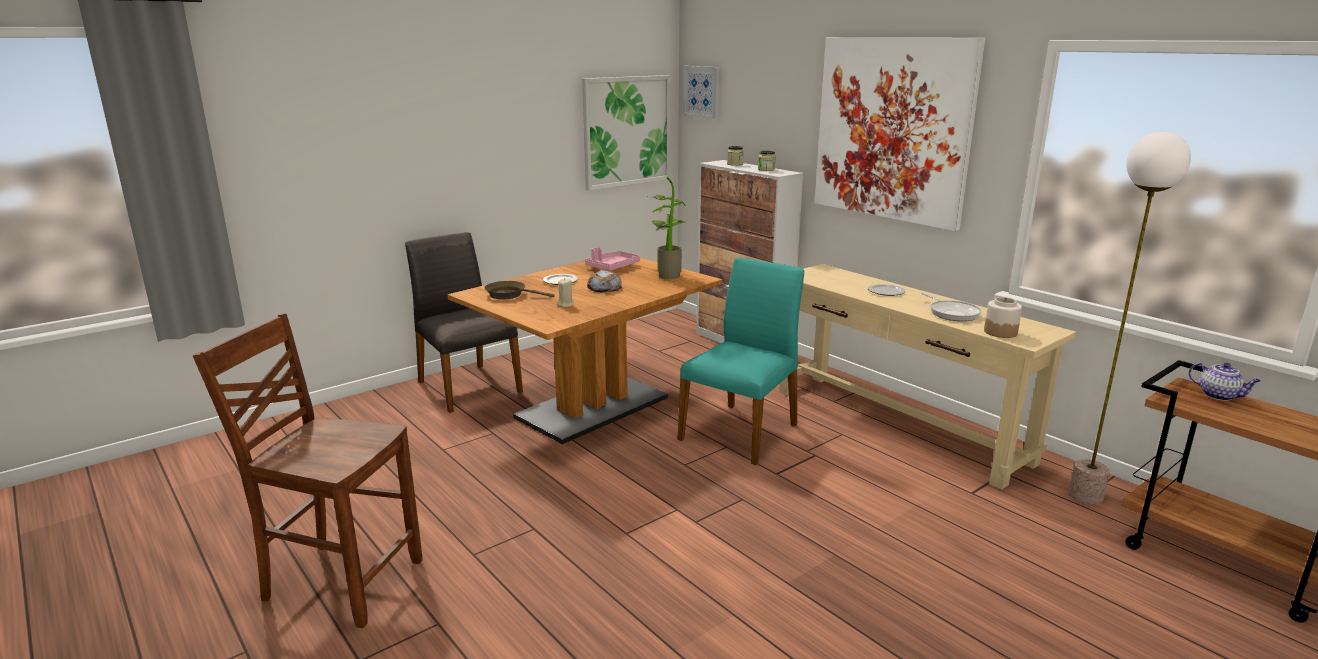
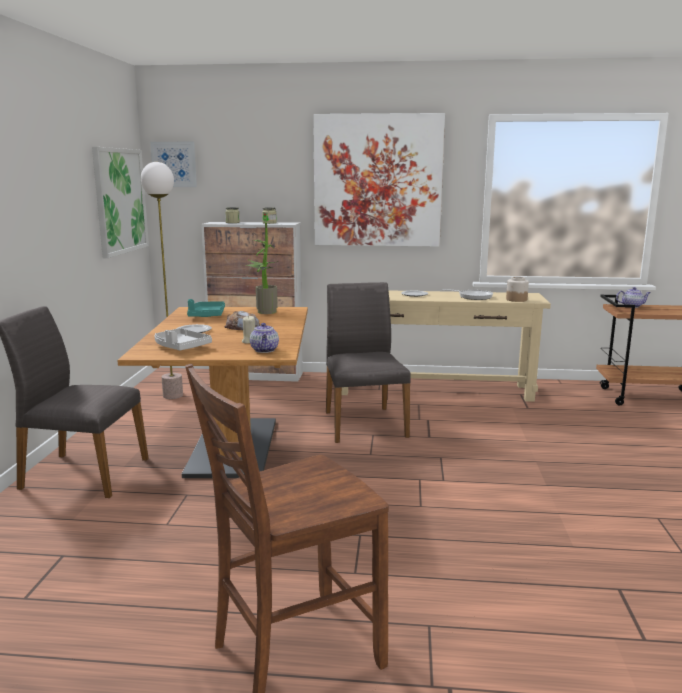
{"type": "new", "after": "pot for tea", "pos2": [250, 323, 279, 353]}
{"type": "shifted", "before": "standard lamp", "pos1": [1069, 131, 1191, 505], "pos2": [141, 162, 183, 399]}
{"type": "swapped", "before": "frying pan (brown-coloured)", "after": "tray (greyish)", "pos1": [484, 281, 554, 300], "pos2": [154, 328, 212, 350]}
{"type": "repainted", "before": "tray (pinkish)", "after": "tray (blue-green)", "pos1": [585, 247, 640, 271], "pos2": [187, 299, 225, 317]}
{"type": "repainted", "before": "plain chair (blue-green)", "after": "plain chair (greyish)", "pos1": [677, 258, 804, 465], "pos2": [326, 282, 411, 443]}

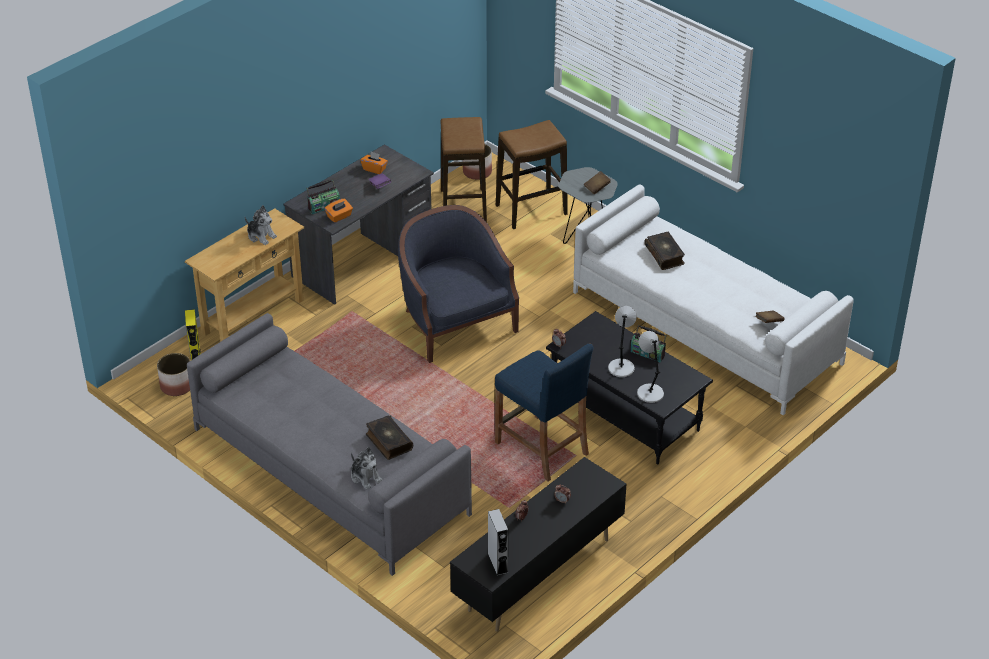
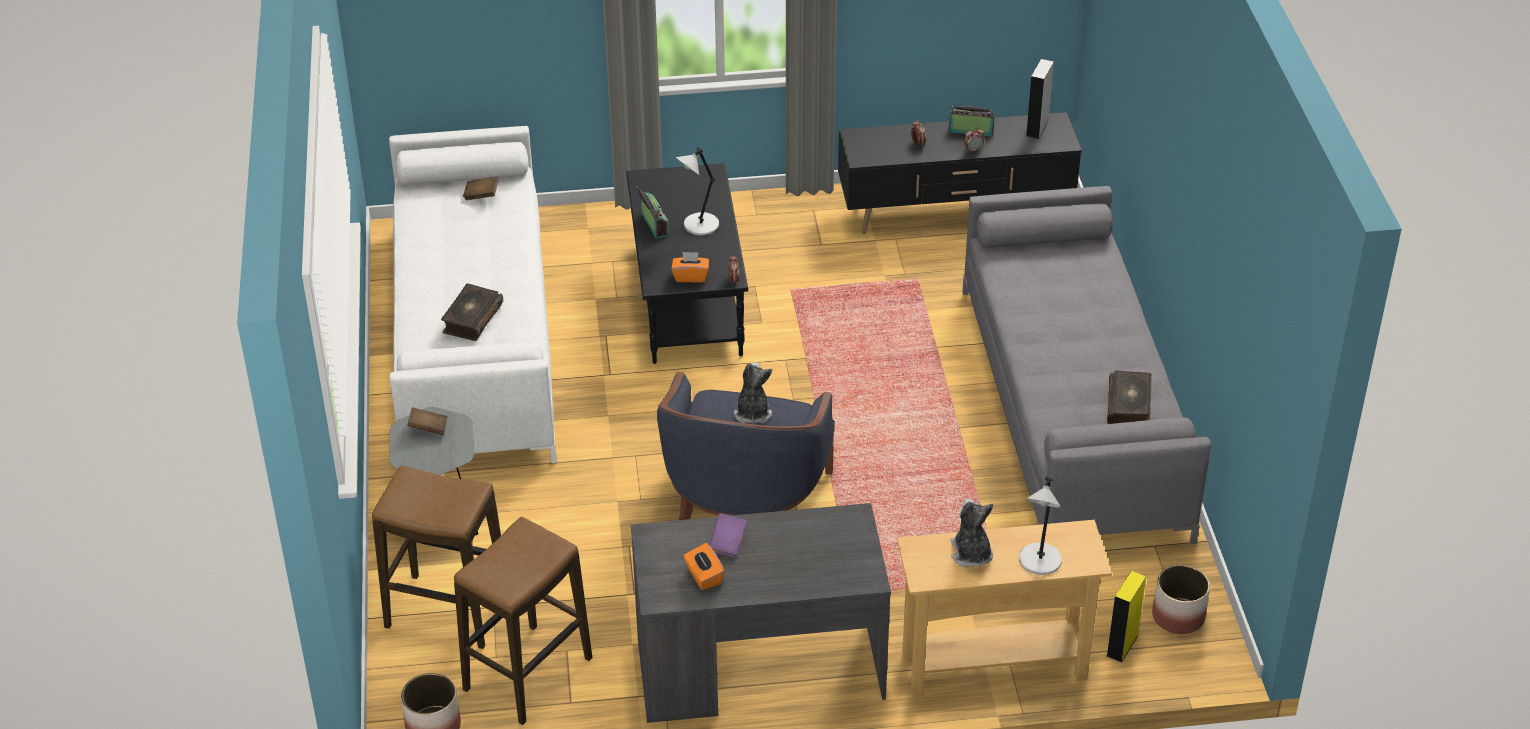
{"type": "gone", "before": "sitting stool (blue-coloured)", "pos1": [495, 343, 594, 481]}
{"type": "shifted", "before": "radio", "pos1": [306, 179, 340, 214], "pos2": [949, 106, 995, 136]}
{"type": "shifted", "before": "tissue box (orange-coloured)", "pos1": [325, 199, 353, 223], "pos2": [671, 252, 709, 283]}
{"type": "shifted", "before": "plush toy", "pos1": [351, 447, 382, 490], "pos2": [734, 362, 772, 424]}
{"type": "shifted", "before": "volume", "pos1": [366, 415, 413, 460], "pos2": [1107, 370, 1152, 424]}
{"type": "shifted", "before": "table lamp (greyish)", "pos1": [637, 331, 664, 403], "pos2": [1019, 476, 1062, 575]}

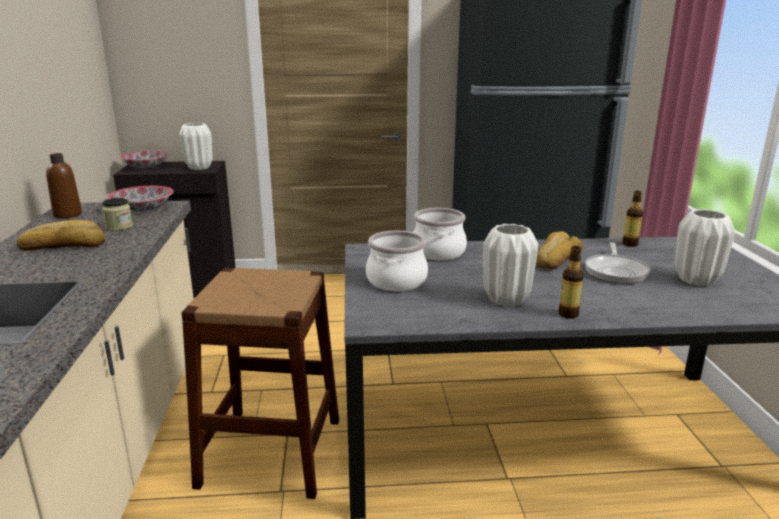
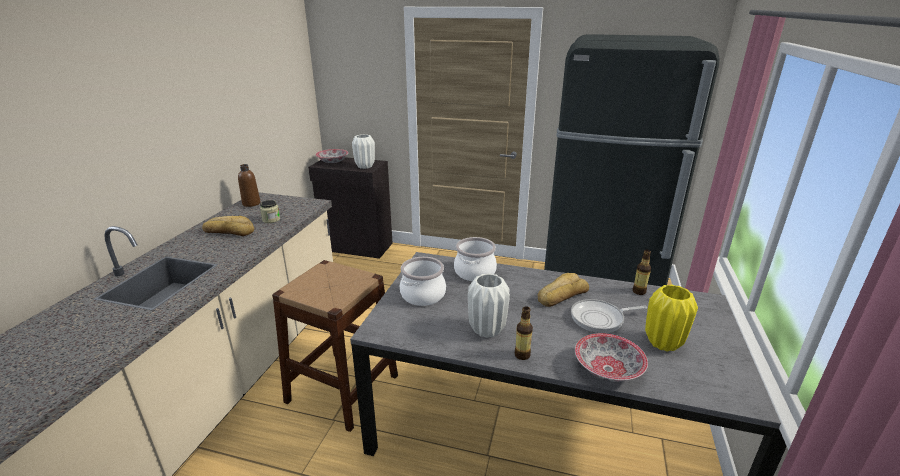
{"type": "shifted", "before": "serving bowl", "pos1": [107, 186, 173, 212], "pos2": [575, 333, 648, 382]}
{"type": "repainted", "before": "vase (whitish)", "after": "vase (yellowish)", "pos1": [675, 209, 735, 286], "pos2": [645, 285, 698, 352]}
{"type": "rotated", "before": "frying pan", "pos1": [585, 242, 650, 284], "pos2": [571, 299, 647, 333], "turn": 45}

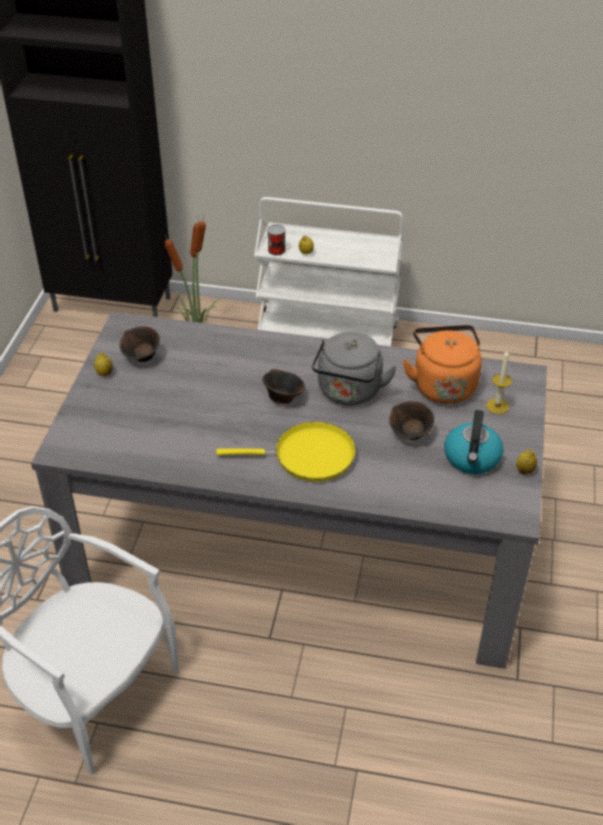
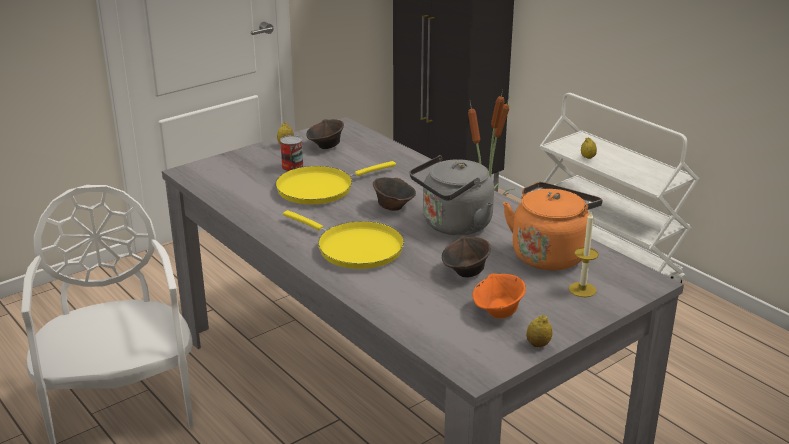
{"type": "new", "after": "frying pan (yellowish)", "pos2": [275, 161, 396, 204]}
{"type": "shifted", "before": "metal can", "pos1": [267, 224, 286, 255], "pos2": [280, 135, 304, 171]}
{"type": "swapped", "before": "tea kettle", "after": "serving bowl (orange-coloured)", "pos1": [444, 410, 503, 474], "pos2": [472, 273, 526, 318]}

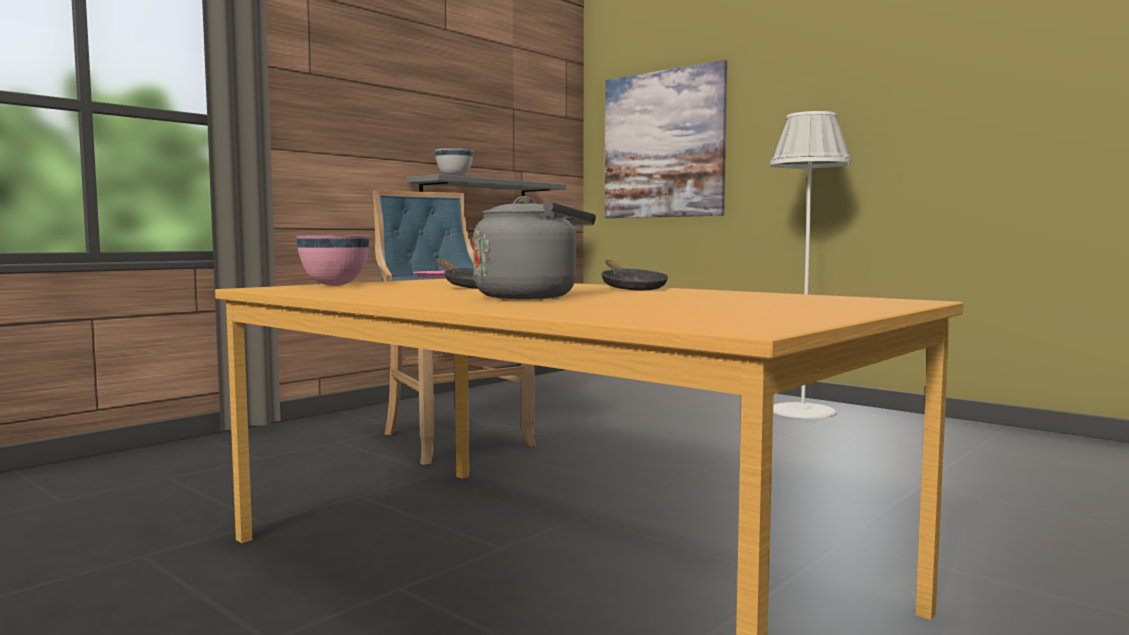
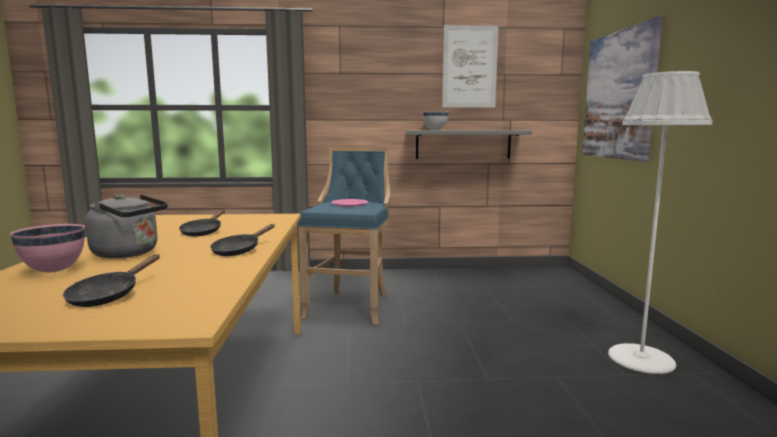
{"type": "new", "after": "frying pan (black)", "pos2": [63, 254, 159, 307]}
{"type": "new", "after": "wall art", "pos2": [442, 25, 499, 107]}
{"type": "shifted", "before": "serving bowl (pinkish)", "pos1": [296, 236, 370, 286], "pos2": [10, 224, 85, 272]}

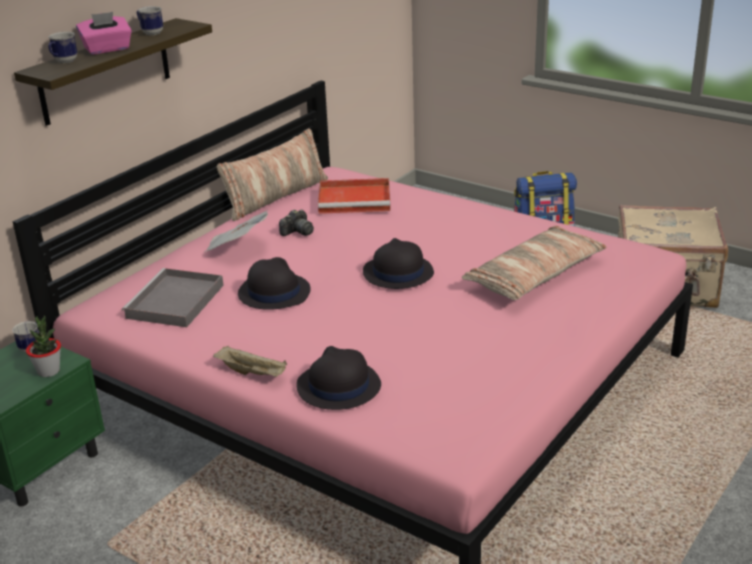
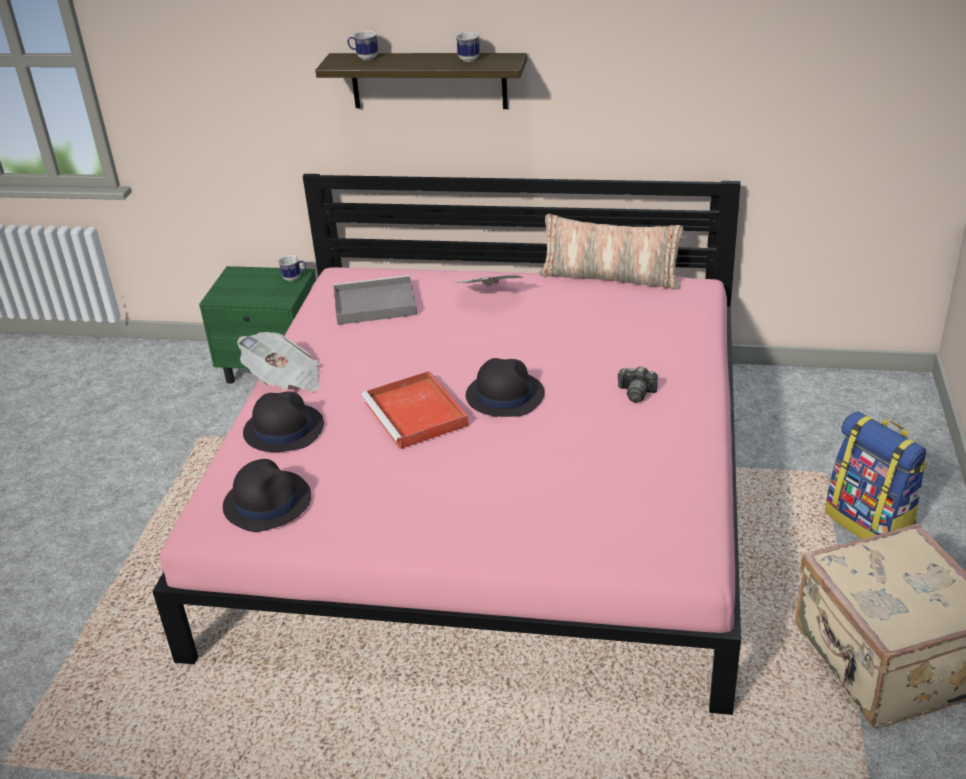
{"type": "gone", "before": "potted plant", "pos1": [26, 316, 61, 377]}
{"type": "gone", "before": "tissue box (pinkish)", "pos1": [76, 12, 132, 55]}
{"type": "gone", "before": "pillow", "pos1": [462, 226, 607, 300]}
{"type": "shifted", "before": "clothing hat (black)", "pos1": [238, 257, 311, 310], "pos2": [223, 459, 311, 532]}
{"type": "shifted", "before": "still camera", "pos1": [279, 209, 314, 236], "pos2": [617, 366, 658, 402]}
{"type": "shifted", "before": "tray (red-coloured)", "pos1": [318, 178, 391, 214], "pos2": [362, 371, 469, 449]}
{"type": "swapped", "before": "tray (beige)", "after": "daily paper", "pos1": [213, 346, 287, 377], "pos2": [237, 332, 320, 392]}

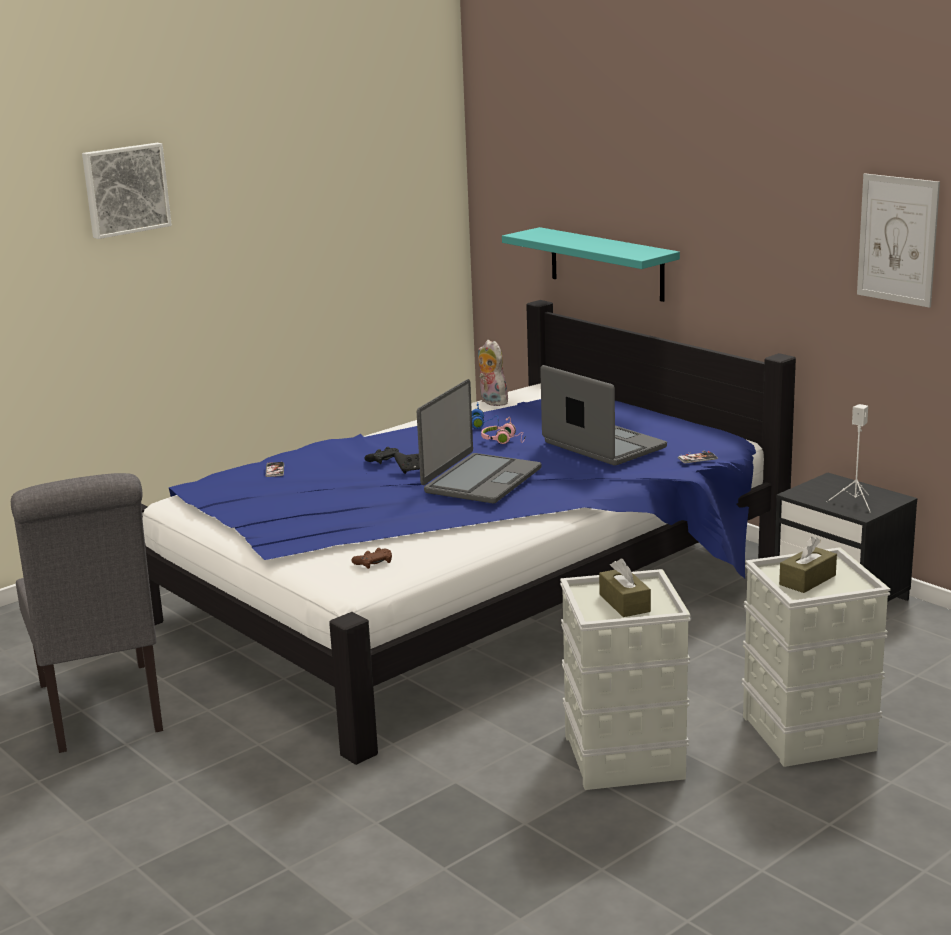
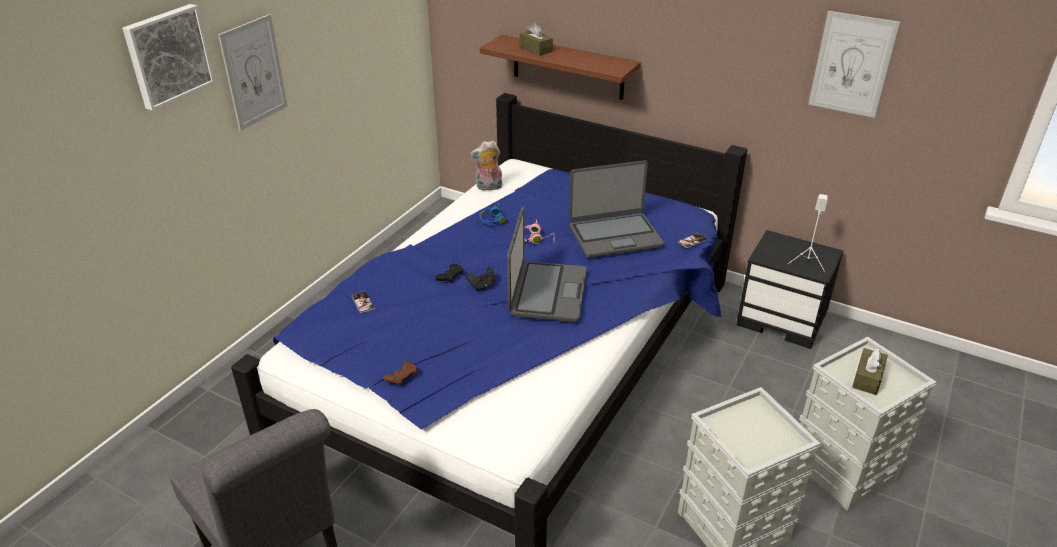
{"type": "new", "after": "wall art", "pos2": [218, 14, 288, 131]}
{"type": "shifted", "before": "game controller (brown-coloured)", "pos1": [351, 548, 392, 569], "pos2": [383, 361, 417, 386]}
{"type": "shifted", "before": "tissue box (brown-coloured)", "pos1": [599, 559, 651, 617], "pos2": [519, 22, 553, 56]}
{"type": "repainted", "before": "shelf (blue-green)", "after": "shelf (brown-coloured)", "pos1": [502, 227, 680, 302], "pos2": [480, 35, 641, 100]}
{"type": "rotated", "before": "plush toy", "pos1": [478, 340, 508, 406], "pos2": [470, 140, 503, 191], "turn": -45}
{"type": "rotated", "before": "laptop", "pos1": [540, 365, 667, 466], "pos2": [569, 160, 664, 258], "turn": 135}

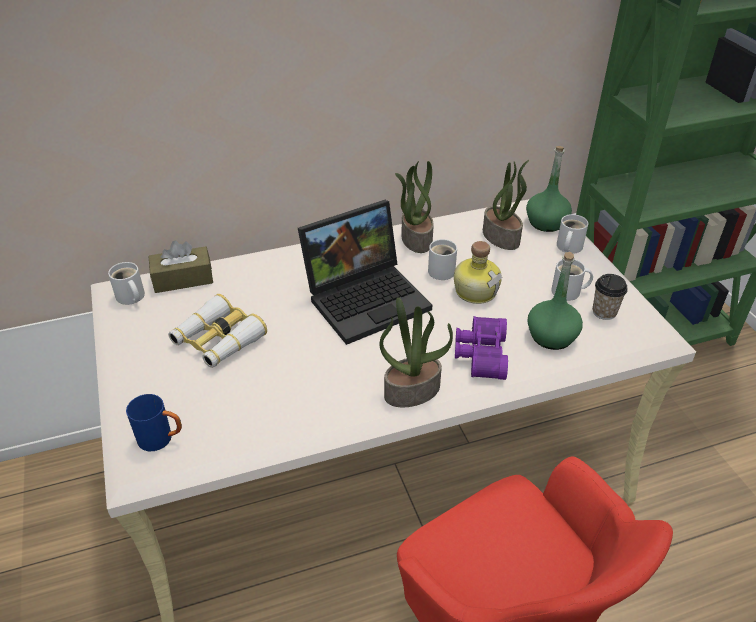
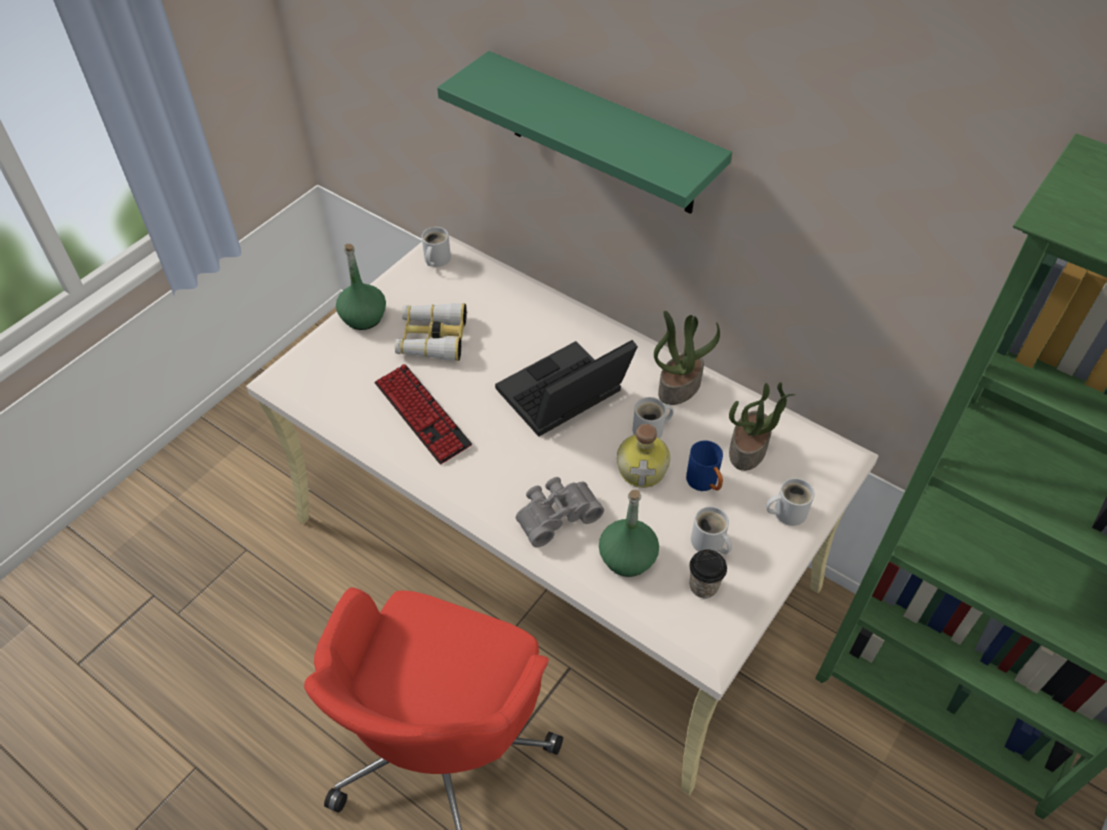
{"type": "gone", "before": "tissue box (brown-coloured)", "pos1": [149, 240, 213, 293]}
{"type": "gone", "before": "potted plant", "pos1": [379, 297, 453, 407]}
{"type": "new", "after": "computer keyboard", "pos2": [375, 364, 472, 464]}
{"type": "new", "after": "shelf (green)", "pos2": [437, 51, 732, 214]}
{"type": "shifted", "before": "mug (blue-coloured)", "pos1": [126, 394, 182, 451], "pos2": [686, 440, 723, 491]}
{"type": "shifted", "before": "beverage bottle (green)", "pos1": [526, 146, 572, 232], "pos2": [336, 244, 386, 330]}
{"type": "repainted", "before": "field glasses (purplish)", "after": "field glasses (greyish)", "pos1": [455, 316, 508, 380], "pos2": [516, 477, 604, 547]}
{"type": "rotated", "before": "laptop", "pos1": [298, 200, 432, 345], "pos2": [495, 340, 638, 437], "turn": 120}

